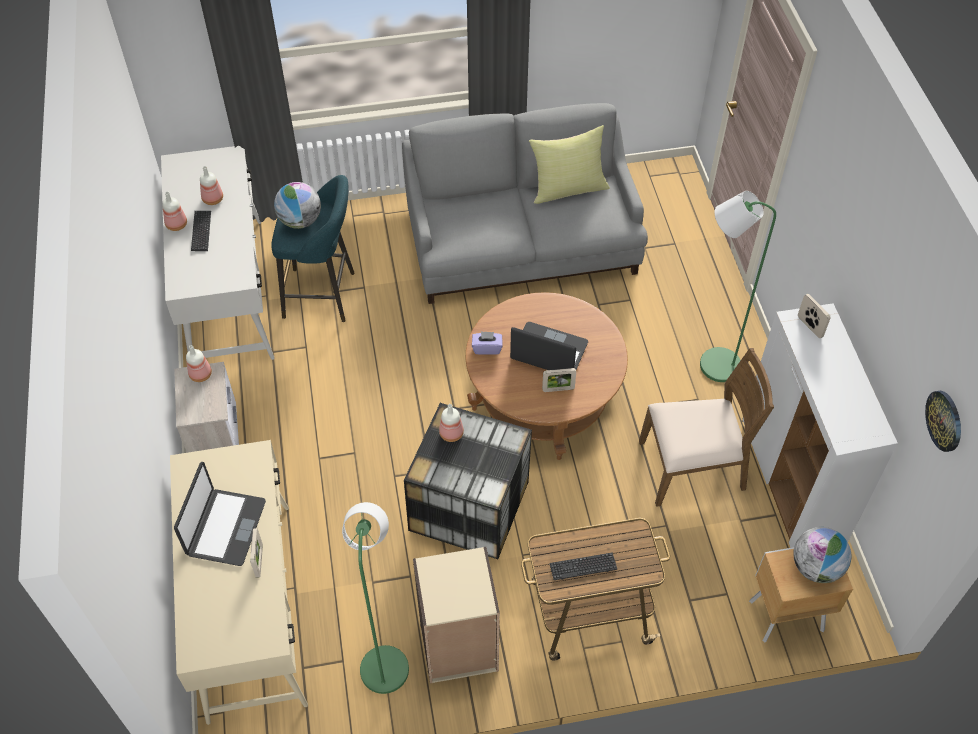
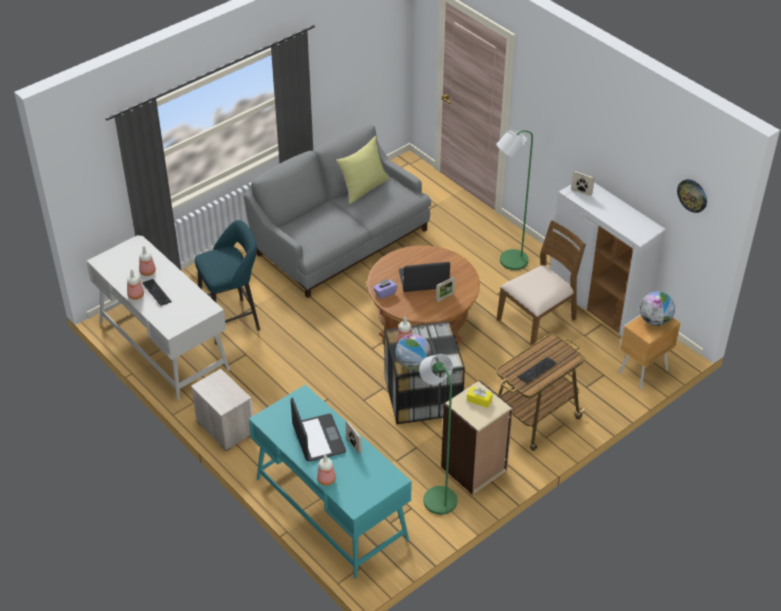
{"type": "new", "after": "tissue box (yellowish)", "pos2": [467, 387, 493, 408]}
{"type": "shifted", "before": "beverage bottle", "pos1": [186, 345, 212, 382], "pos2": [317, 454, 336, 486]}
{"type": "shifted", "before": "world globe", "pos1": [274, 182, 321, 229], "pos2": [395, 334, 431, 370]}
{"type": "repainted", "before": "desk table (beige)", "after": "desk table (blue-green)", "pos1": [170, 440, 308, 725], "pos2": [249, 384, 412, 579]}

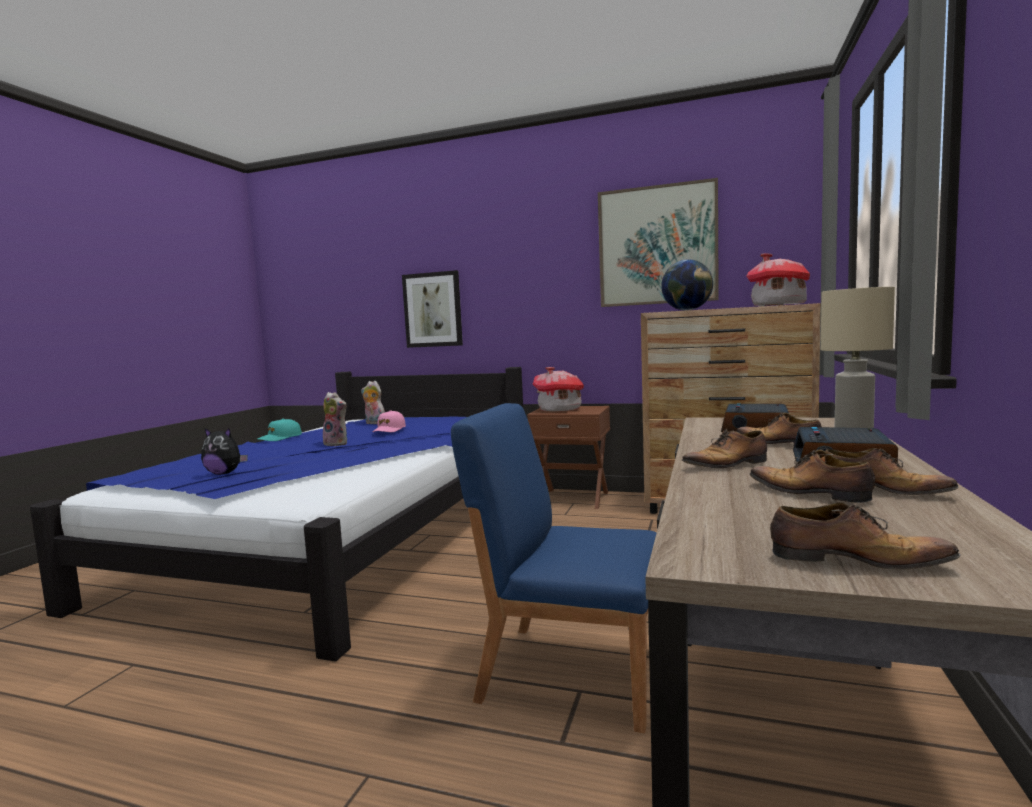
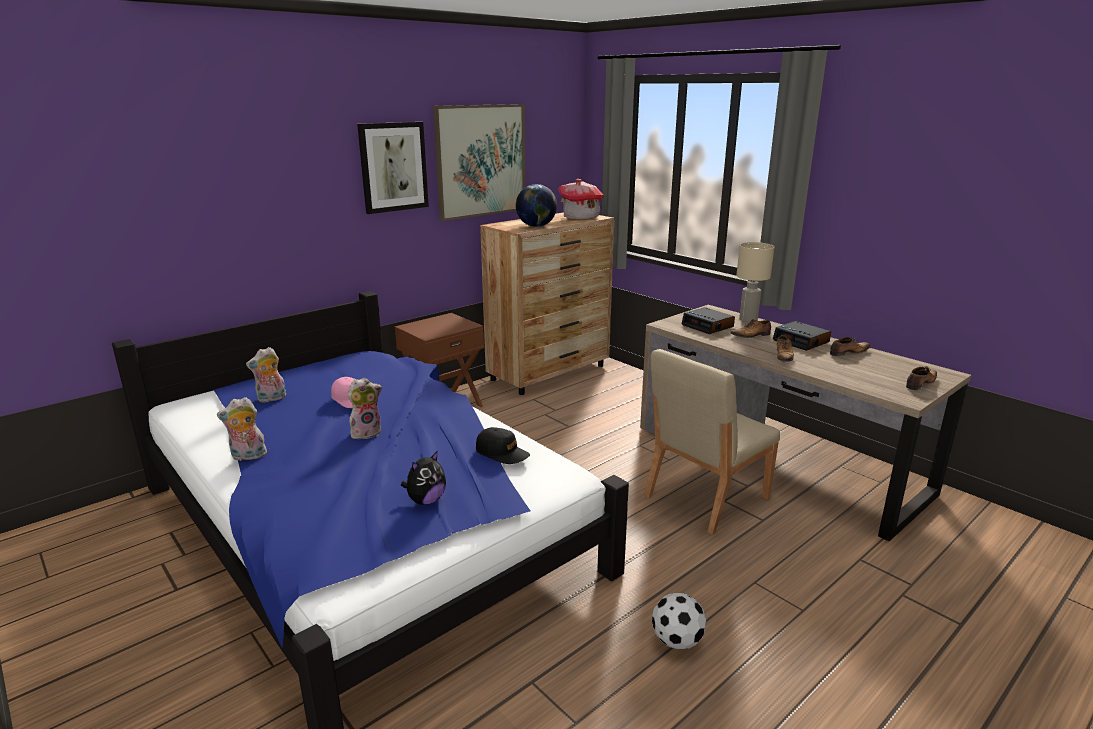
{"type": "gone", "before": "model house", "pos1": [533, 367, 584, 411]}
{"type": "gone", "before": "item of footwear", "pos1": [750, 450, 875, 503]}
{"type": "new", "after": "peaked cap (black)", "pos2": [476, 427, 530, 464]}
{"type": "new", "after": "football ball", "pos2": [652, 593, 706, 649]}
{"type": "shifted", "before": "wall art", "pos1": [402, 270, 463, 348], "pos2": [357, 122, 429, 214]}
{"type": "swapped", "before": "peaked cap (blue-green)", "after": "plush toy", "pos1": [257, 419, 302, 441], "pos2": [217, 397, 269, 461]}
{"type": "repainted", "before": "plain chair (blue-coloured)", "after": "plain chair (beige)", "pos1": [451, 403, 657, 733], "pos2": [644, 349, 780, 534]}

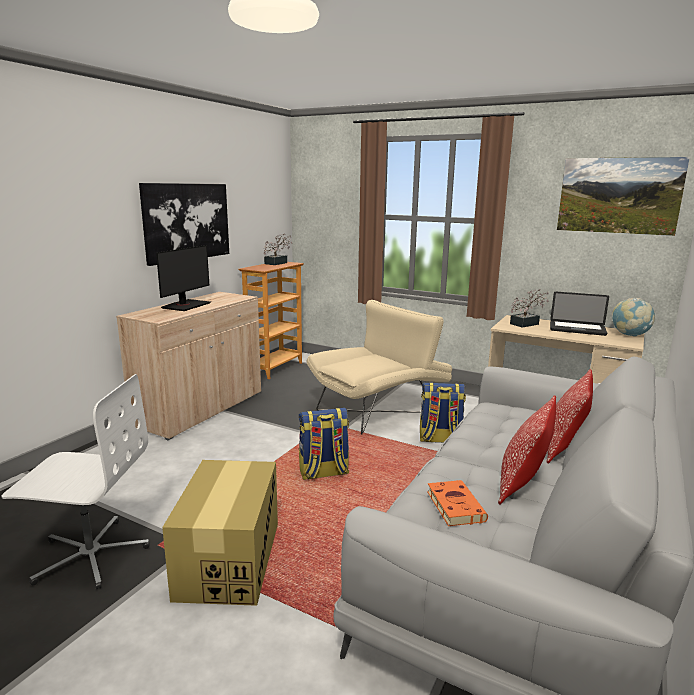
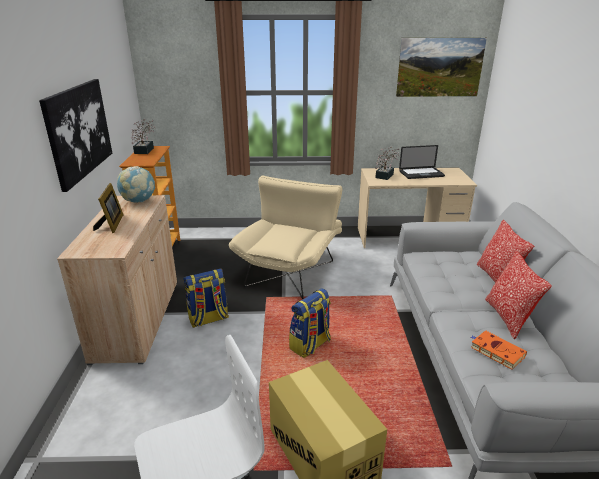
{"type": "shifted", "before": "rucksack", "pos1": [420, 383, 466, 443], "pos2": [183, 269, 229, 328]}
{"type": "shifted", "before": "world globe", "pos1": [612, 298, 655, 337], "pos2": [117, 166, 155, 202]}
{"type": "swapped", "before": "monitor", "after": "picture frame", "pos1": [156, 245, 210, 311], "pos2": [93, 183, 124, 233]}

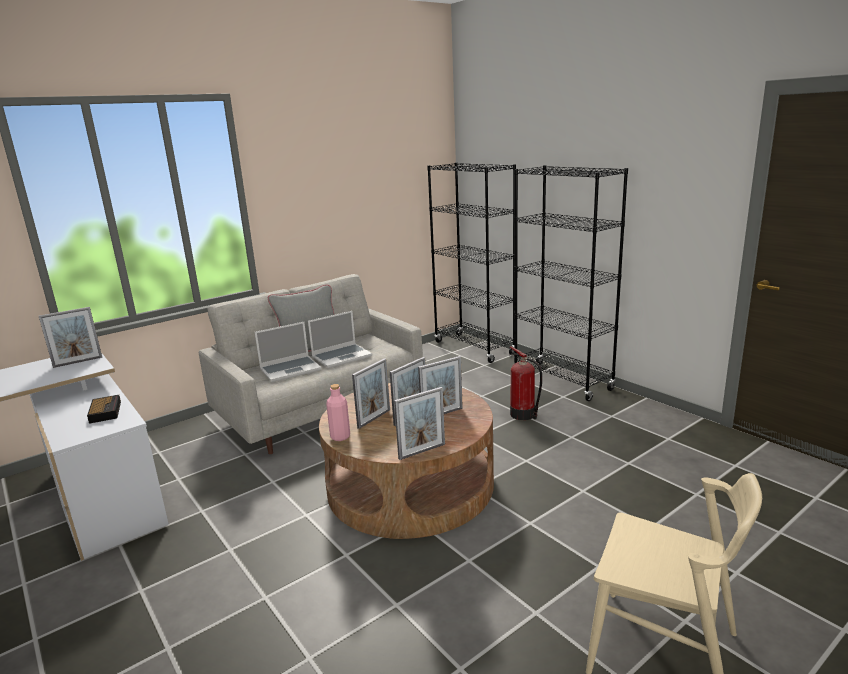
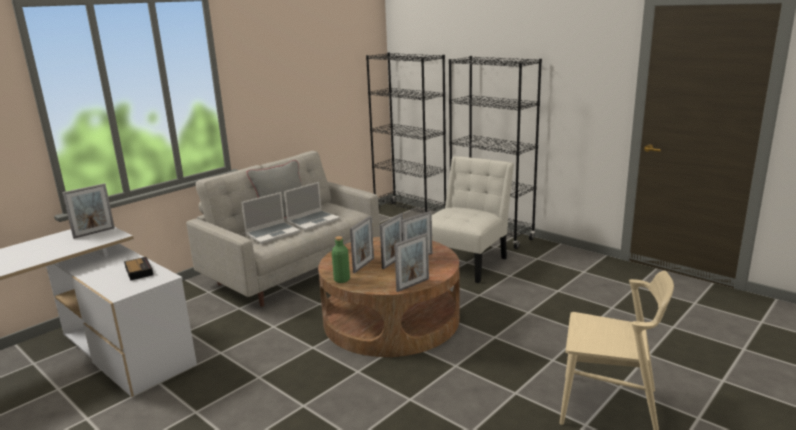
{"type": "swapped", "before": "fire extinguisher", "after": "plain chair (whitish)", "pos1": [509, 346, 542, 420], "pos2": [432, 156, 514, 283]}
{"type": "repainted", "before": "beverage bottle (pinkish)", "after": "beverage bottle (green)", "pos1": [326, 384, 350, 441], "pos2": [332, 236, 350, 283]}

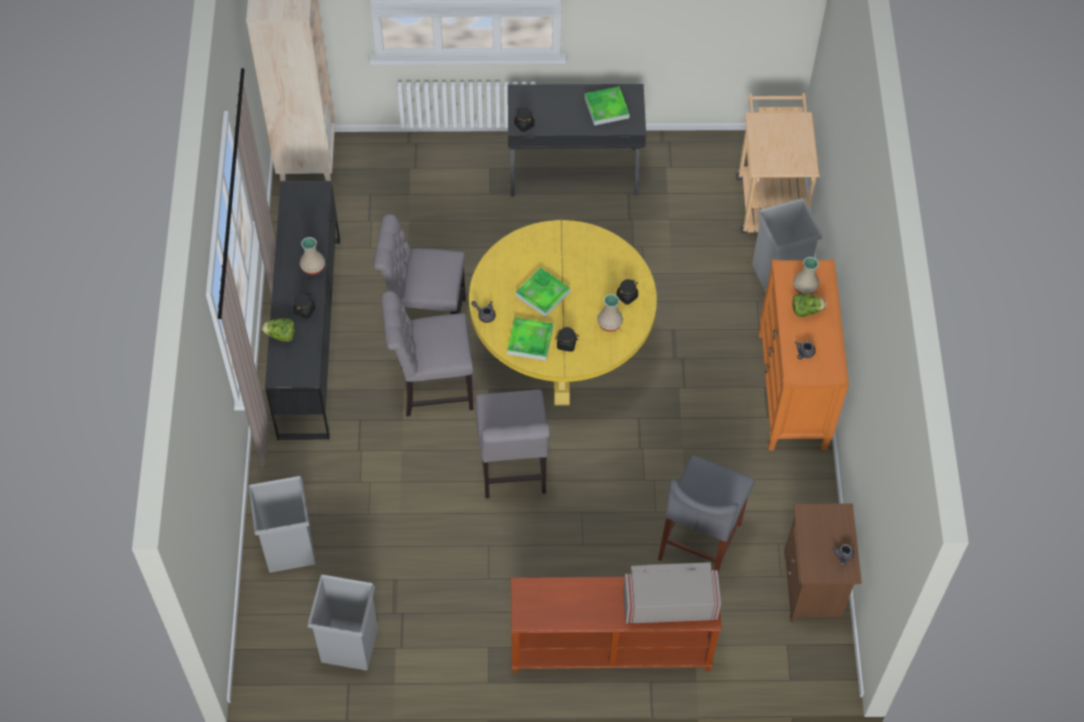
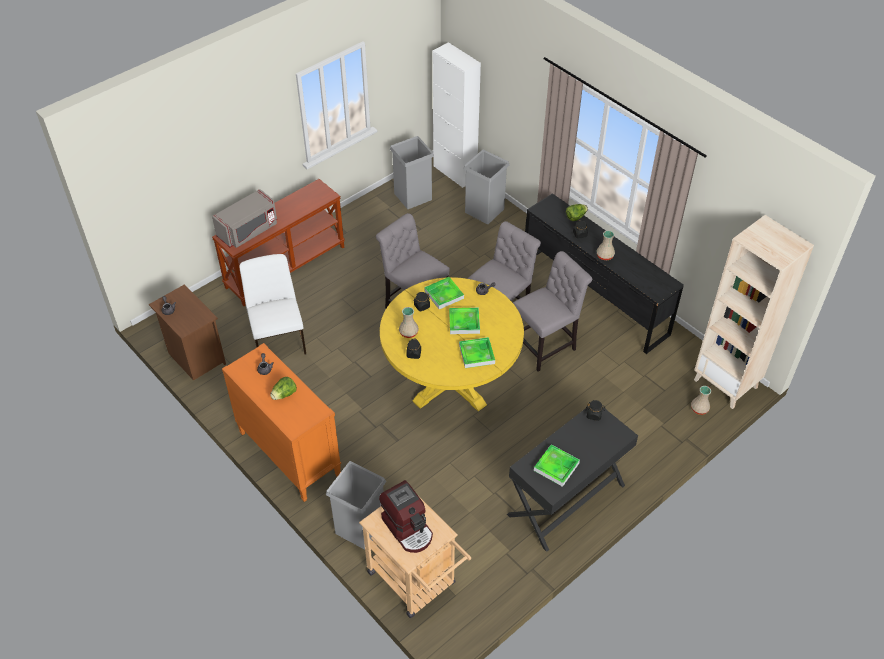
{"type": "new", "after": "coffee maker", "pos2": [379, 480, 433, 553]}
{"type": "new", "after": "cabinet (whitish)", "pos2": [433, 42, 481, 188]}
{"type": "new", "after": "tray", "pos2": [459, 337, 495, 368]}
{"type": "shifted", "before": "vase (beige)", "pos1": [793, 257, 819, 294], "pos2": [691, 386, 711, 415]}
{"type": "swapped", "before": "sitting stool (greyish)", "after": "plain chair (whitish)", "pos1": [658, 456, 755, 575], "pos2": [239, 254, 306, 355]}

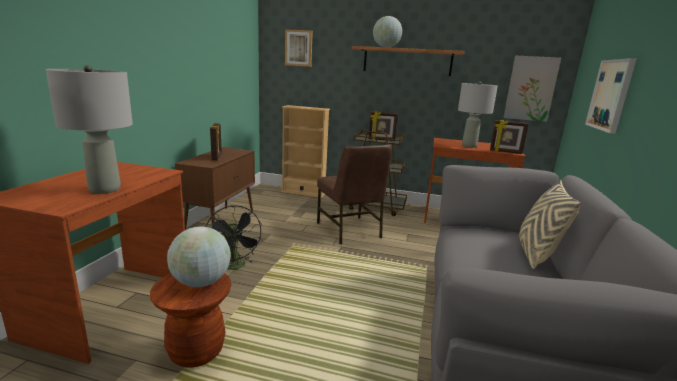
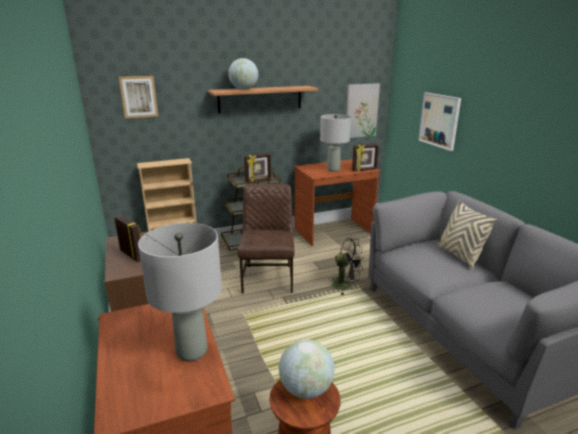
{"type": "shifted", "before": "electric fan (black)", "pos1": [206, 206, 262, 270], "pos2": [329, 238, 364, 295]}
{"type": "rotated", "before": "plain chair (brown-coloured)", "pos1": [317, 144, 392, 244], "pos2": [238, 184, 295, 293], "turn": -120}

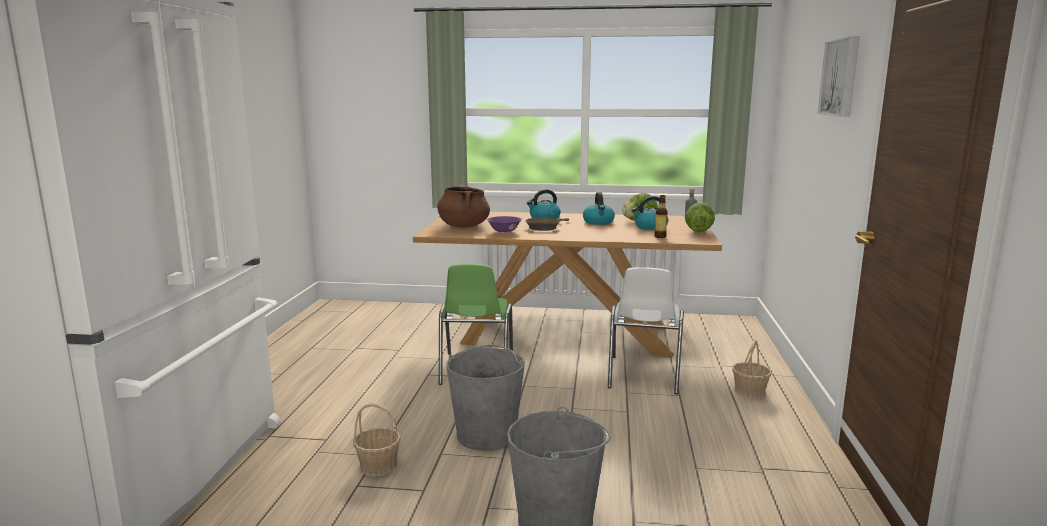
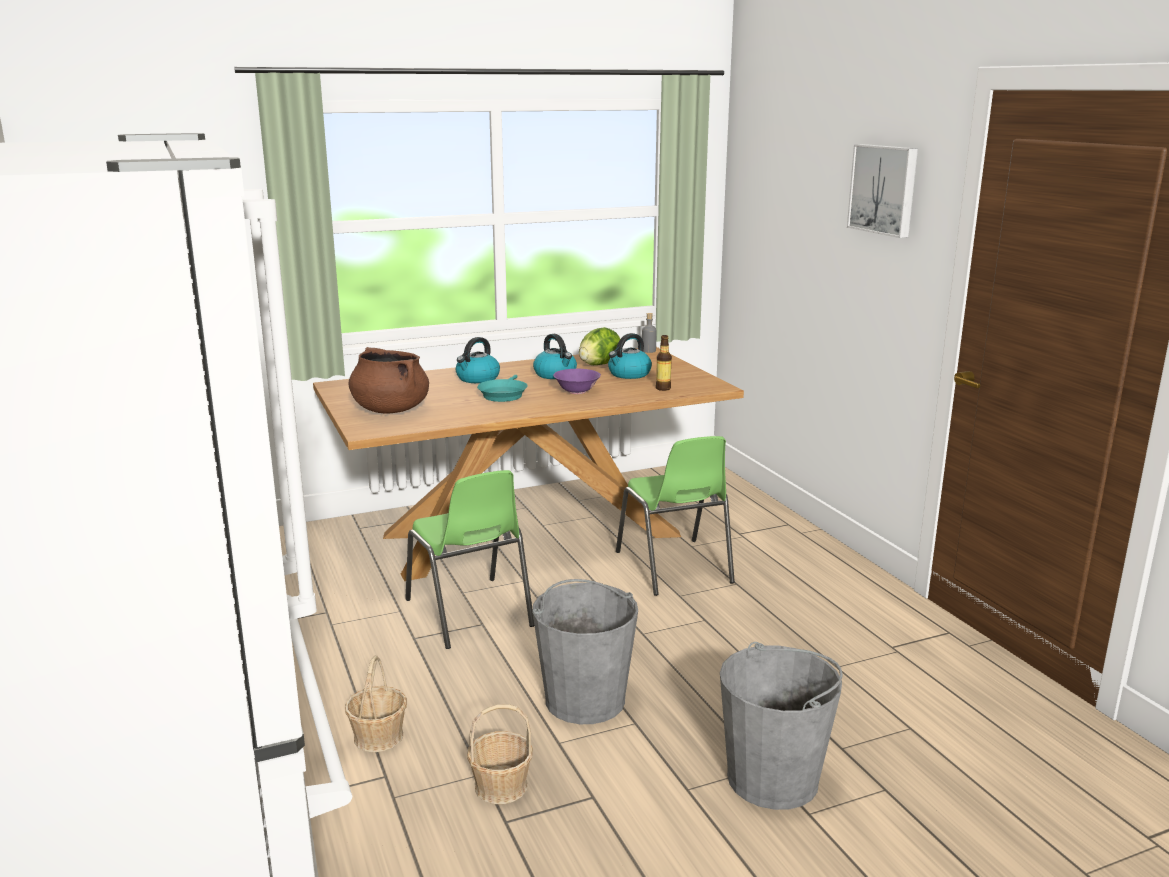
{"type": "gone", "before": "lettuce", "pos1": [685, 202, 715, 232]}
{"type": "shifted", "before": "serving bowl (purplish)", "pos1": [487, 216, 522, 233], "pos2": [553, 369, 601, 394]}
{"type": "shifted", "before": "storage basket", "pos1": [732, 340, 771, 399], "pos2": [345, 655, 407, 752]}
{"type": "repainted", "before": "frying pan (brown-coloured)", "after": "frying pan (blue-green)", "pos1": [525, 217, 569, 231], "pos2": [477, 375, 528, 402]}
{"type": "repainted", "before": "plain chair (whitish)", "after": "plain chair (green)", "pos1": [608, 267, 684, 394], "pos2": [616, 436, 735, 596]}

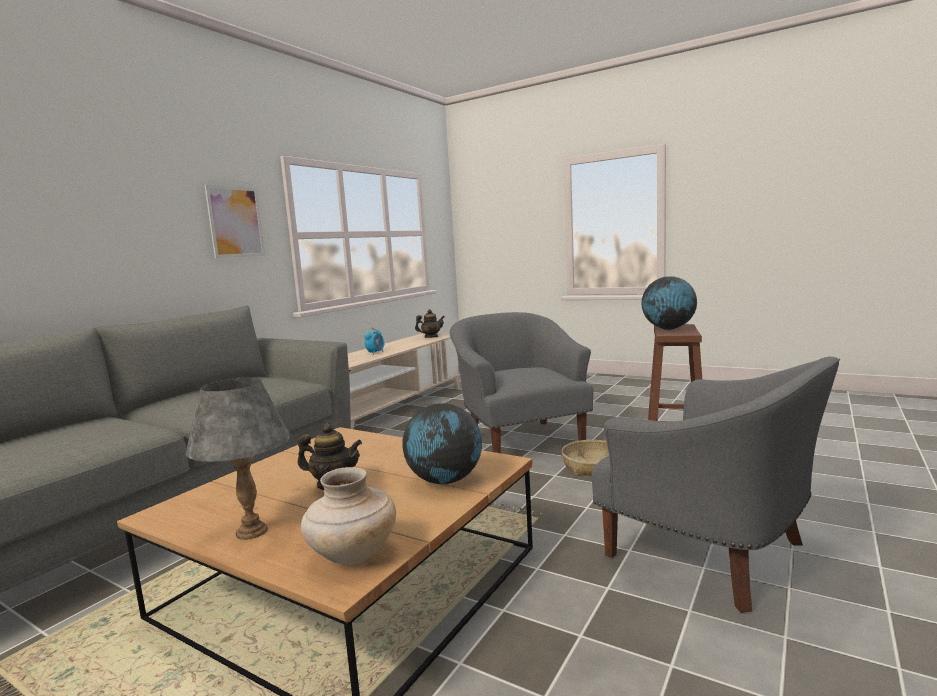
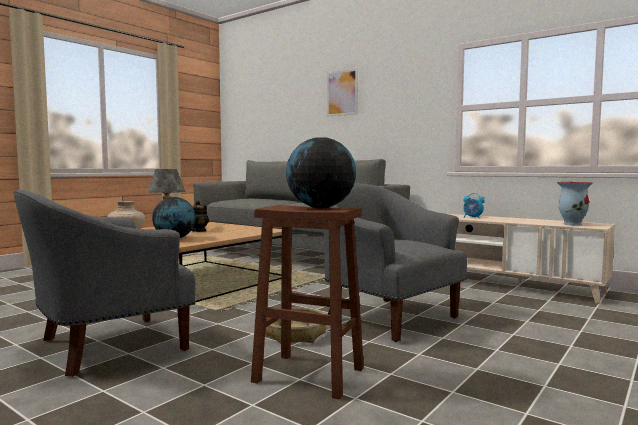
{"type": "shifted", "before": "wall art", "pos1": [205, 185, 265, 258], "pos2": [327, 69, 358, 117]}
{"type": "swapped", "before": "pot for tea", "after": "vase", "pos1": [415, 309, 444, 338], "pos2": [557, 182, 593, 226]}
{"type": "rotated", "before": "armchair (greyish)", "pos1": [450, 312, 593, 453], "pos2": [323, 183, 467, 342], "turn": -120}

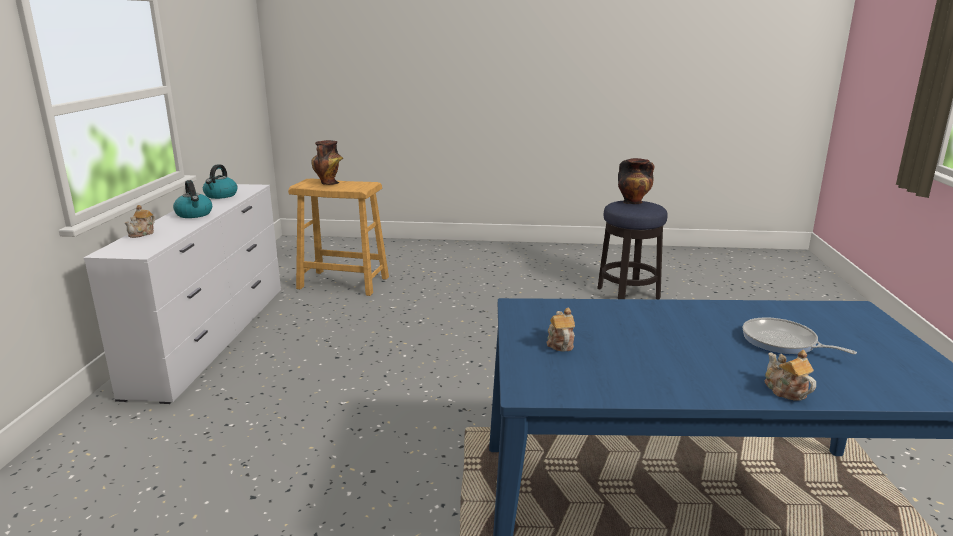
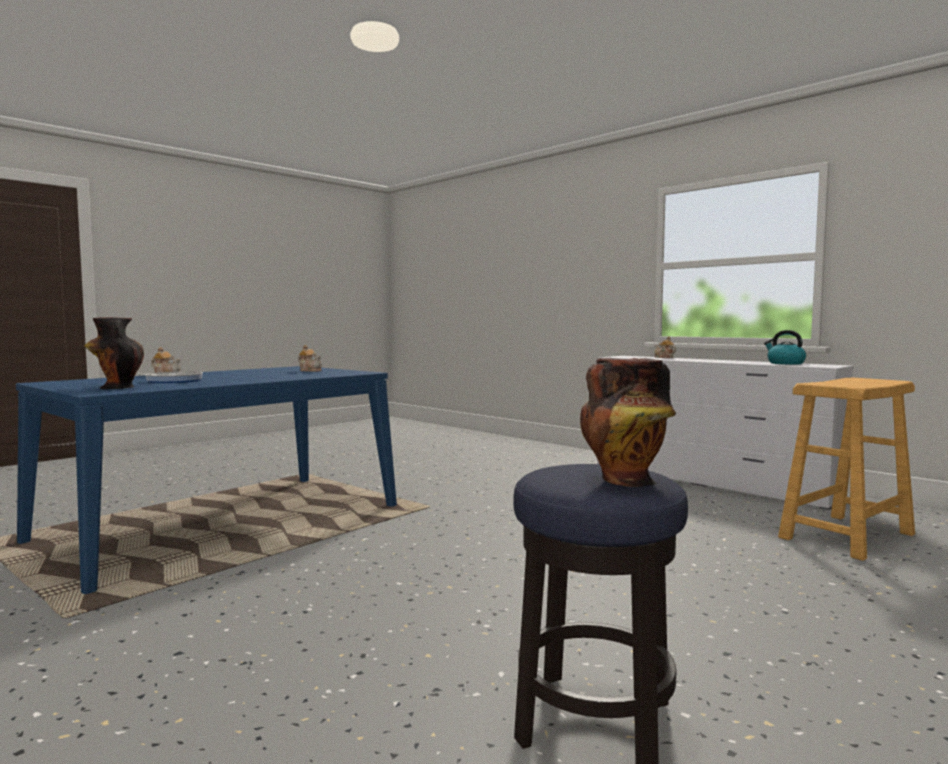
{"type": "gone", "before": "tea kettle", "pos1": [173, 180, 212, 218]}
{"type": "shifted", "before": "vase", "pos1": [311, 140, 343, 185], "pos2": [84, 317, 144, 389]}

